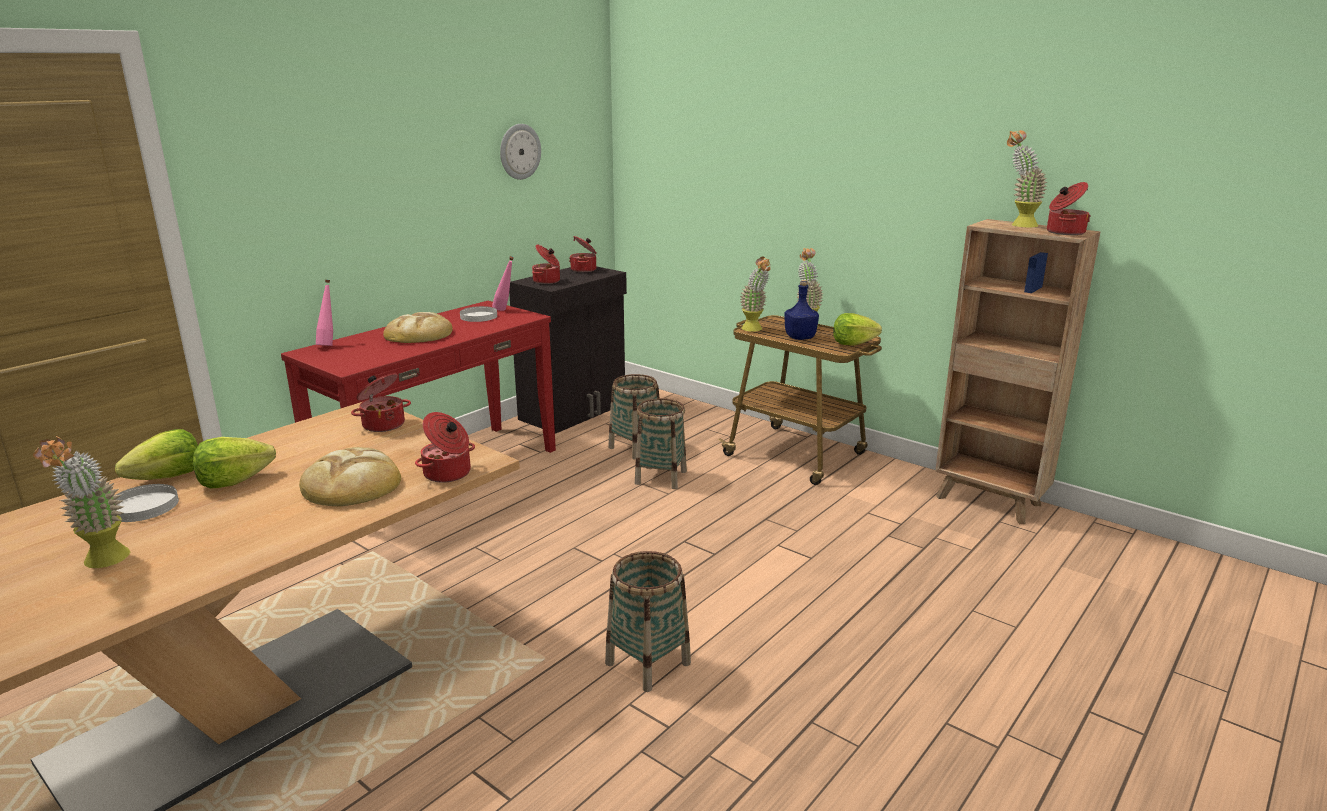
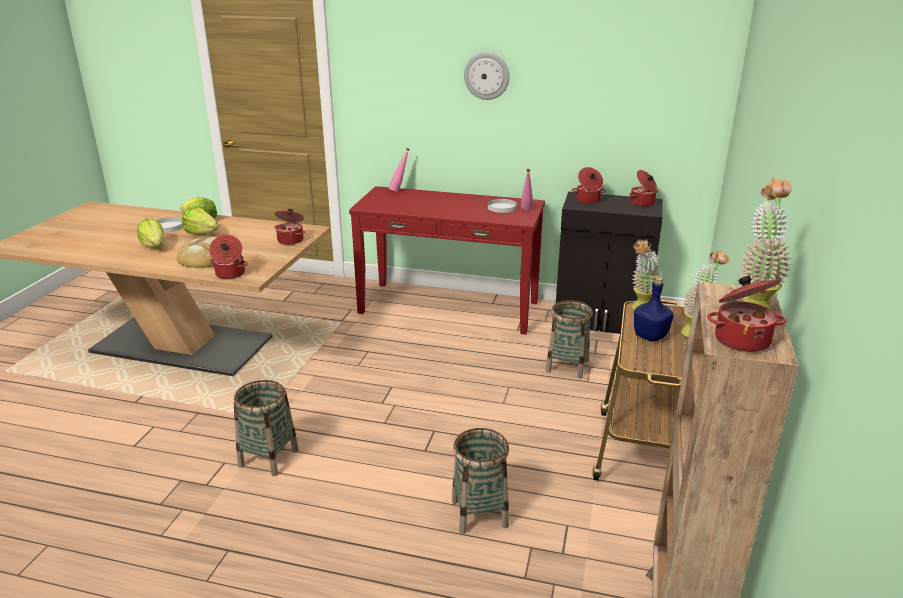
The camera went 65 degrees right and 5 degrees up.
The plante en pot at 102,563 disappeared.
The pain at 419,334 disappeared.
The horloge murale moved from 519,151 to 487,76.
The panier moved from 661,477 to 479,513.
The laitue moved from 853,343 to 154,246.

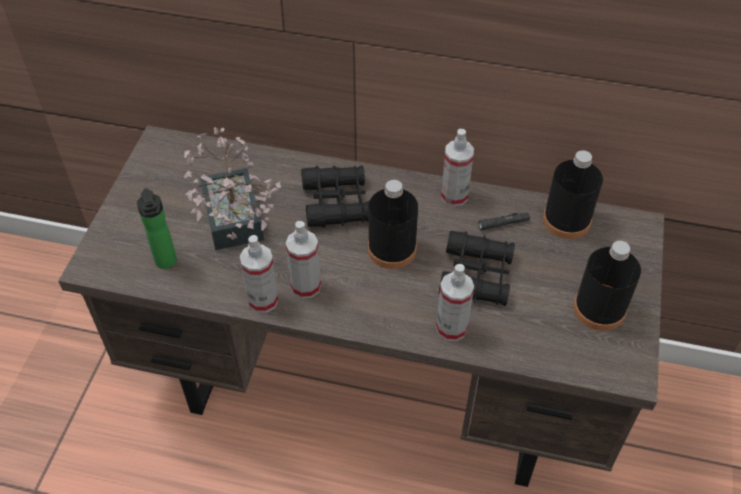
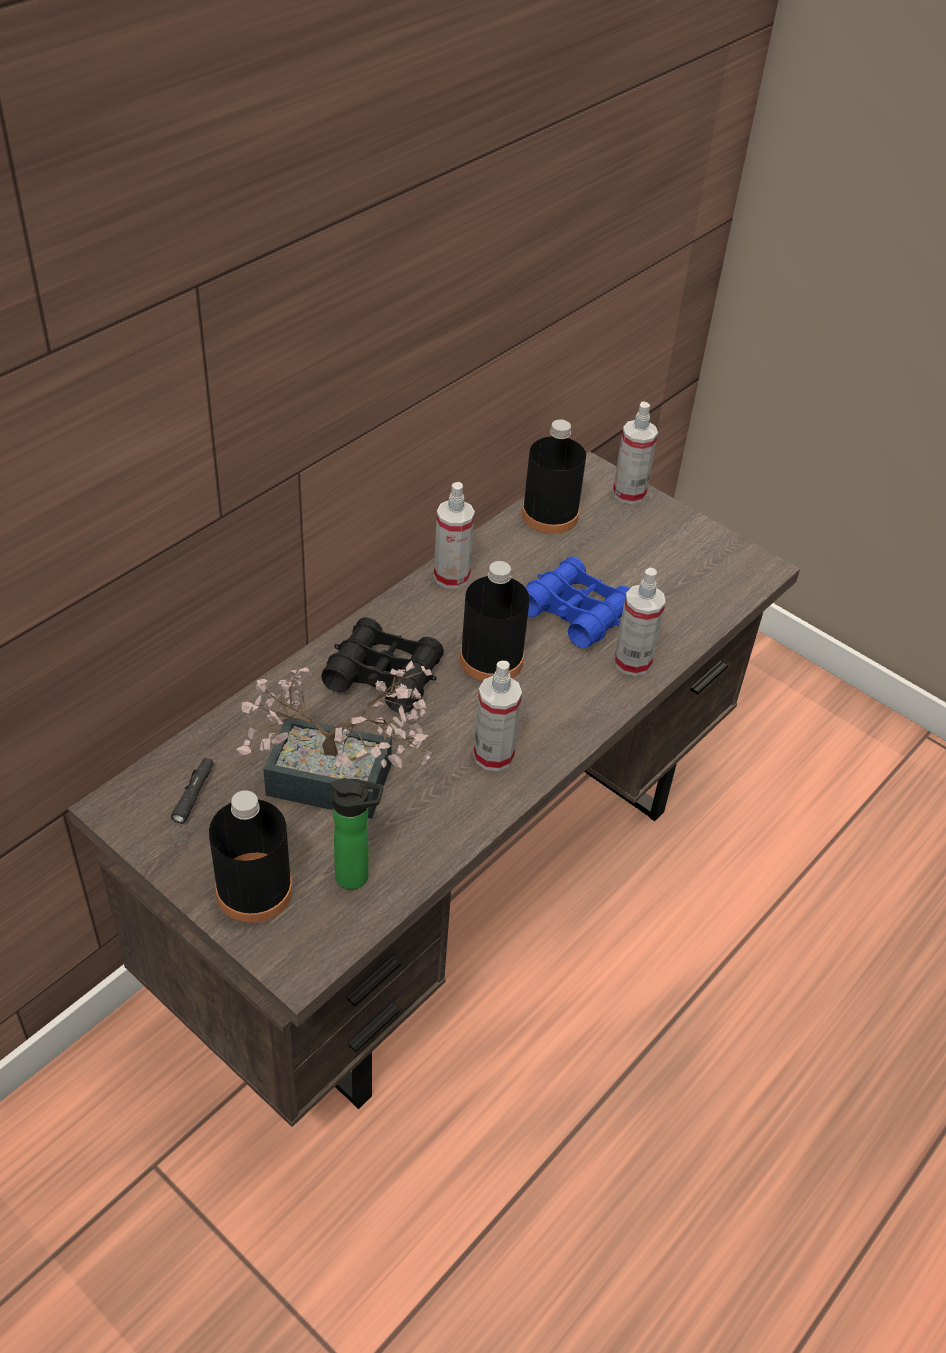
The camera went 65 degrees left and 5 degrees down.
The vaporisateur moved from 263,300 to 629,493.
The jumelles (noir) at 476,275 became the jumelles (bleu) at 575,612.
The lampe de poche (noir) moved from 503,224 to 193,794.
The bouteille (noir) moved from 599,309 to 254,890.

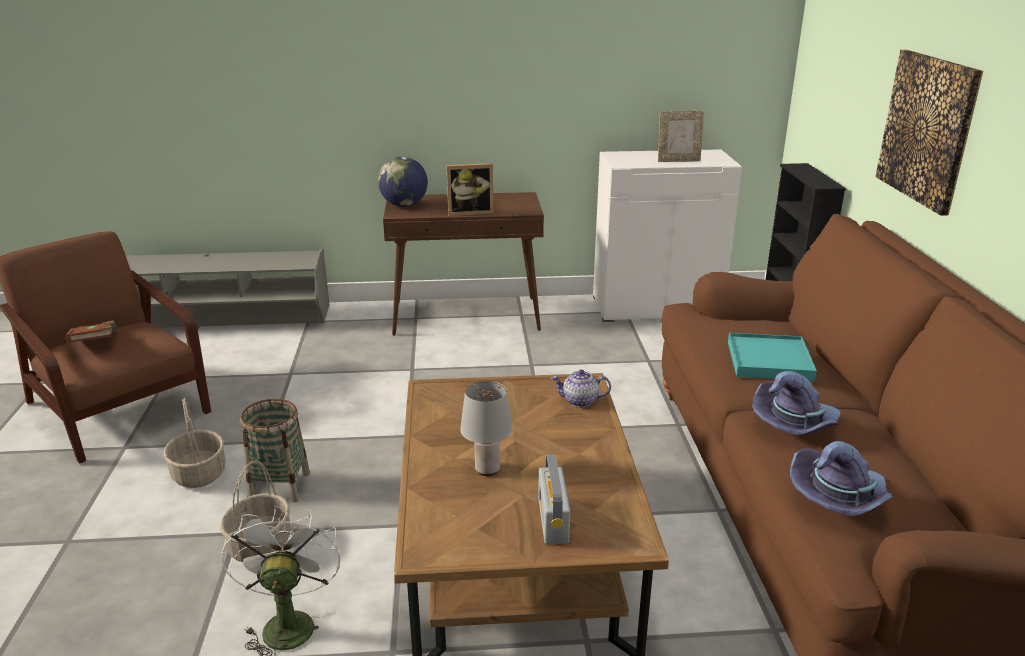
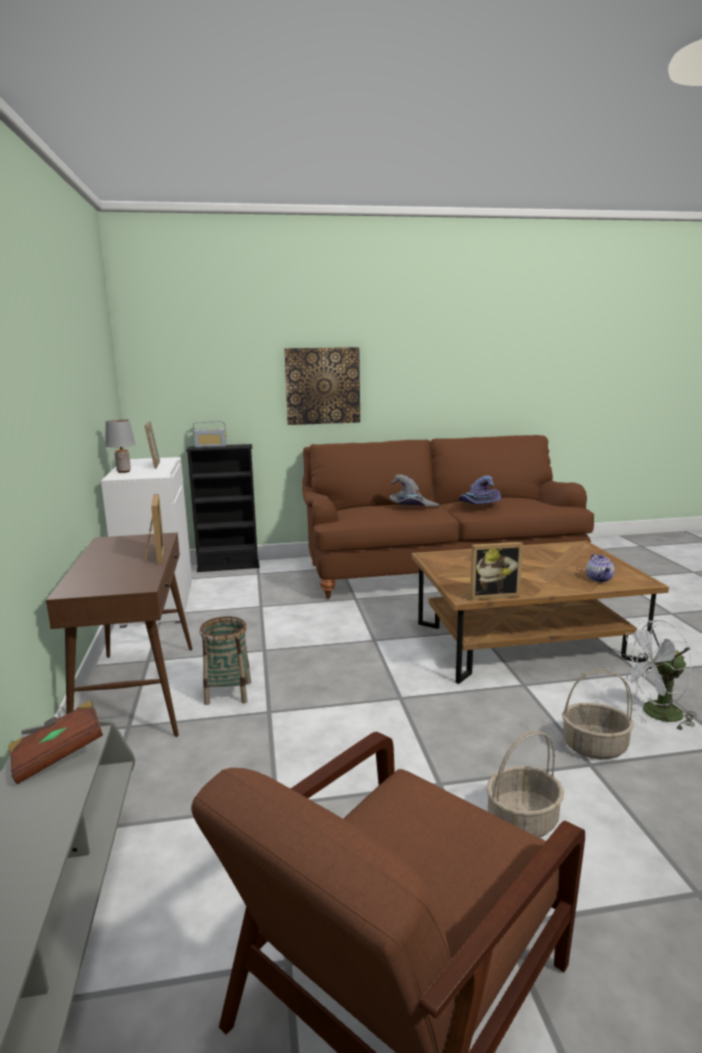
The camera went 95 degrees left and 10 degrees down.
The livre (marron) moved from 95,344 to 58,756.
The panier moved from 279,486 to 228,693.
The globe at 404,205 disappeared.
The lampe de table (gris) moved from 486,470 to 124,471.
The radio moved from 553,521 to 210,446.
The théière moved from 579,401 to 599,579.
The plateau (turquoise) at 769,361 was replaced by the chapeau (gris) at 411,506.
The chapeau (violet) at 839,497 disappeared.
The cadre photo at 492,595 appeared.

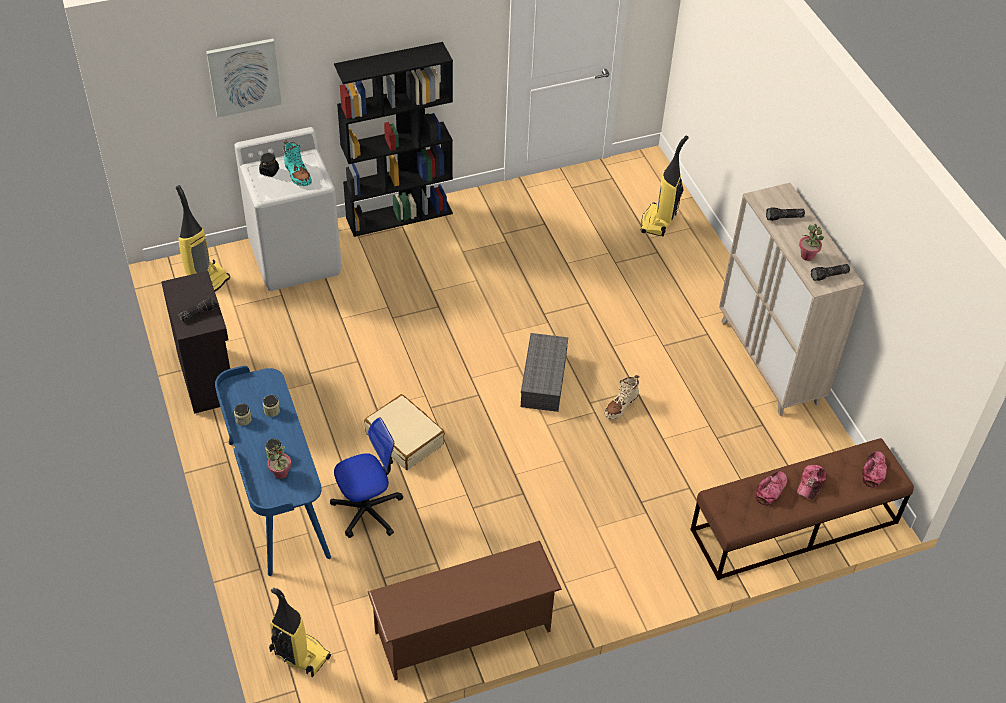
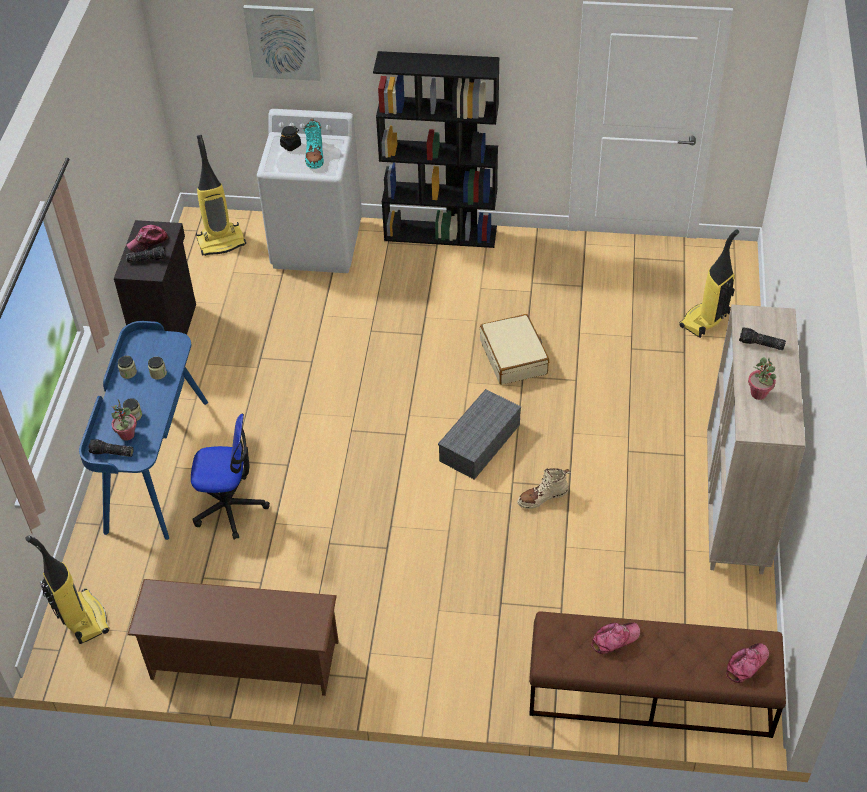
The camera went 30 degrees right and 0 degrees up.
The valise (beige) moved from 405,438 to 514,357.
The casquette moved from 811,483 to 148,242.
The lampe de poche moved from 829,276 to 111,453.

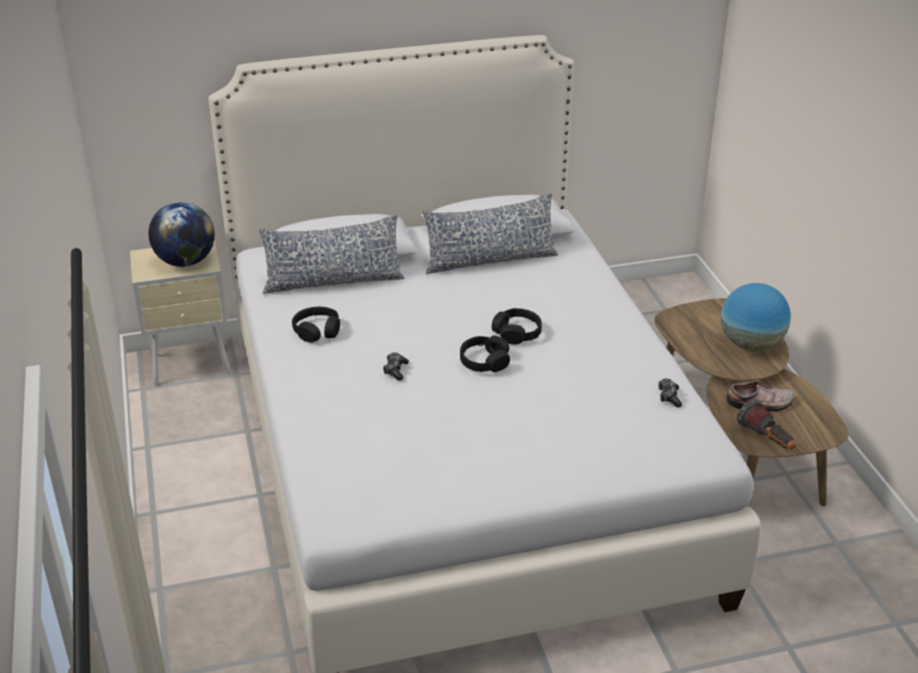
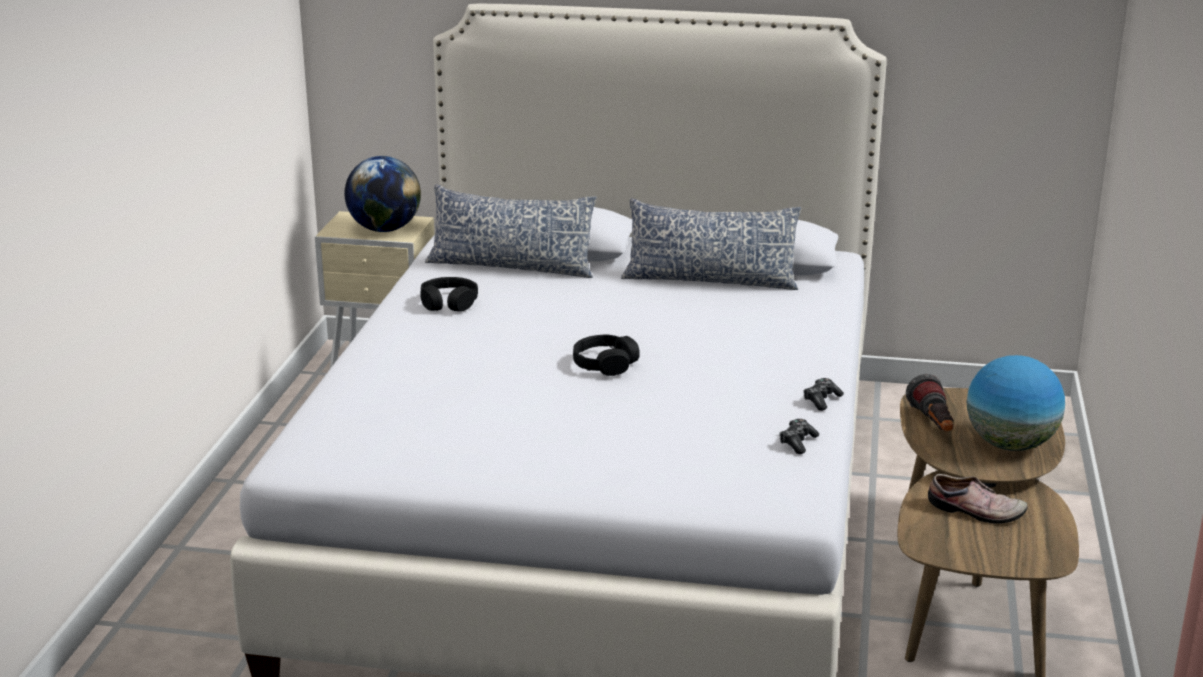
The camera went 25 degrees right and 10 degrees down.
The manette moved from 395,370 to 821,400.
The casque audio (noir) at 517,333 disappeared.
The lampe de poche moved from 767,440 to 933,425.

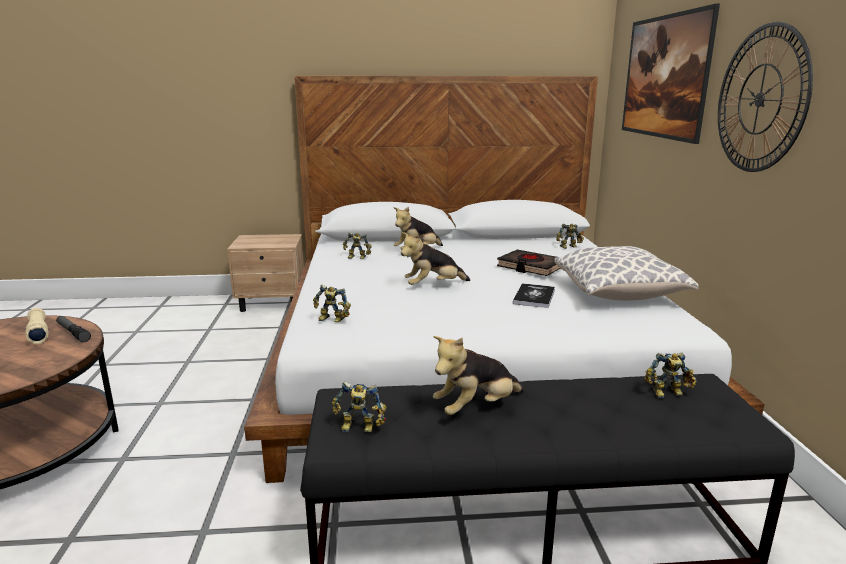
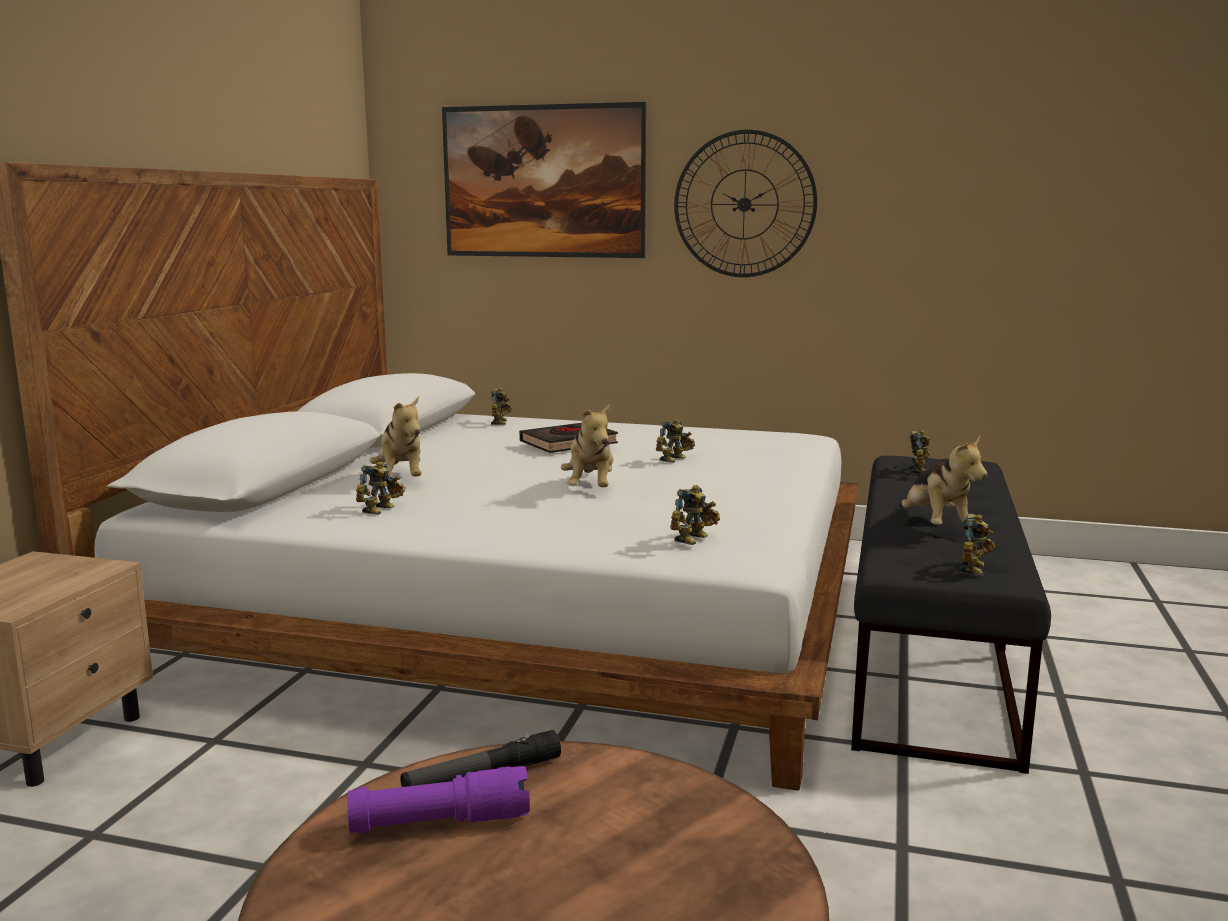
The camera went 70 degrees left and 5 degrees down.
The lampe de poche (beige) at 38,333 became the lampe de poche (violet) at 440,823.
The livre at 534,297 was replaced by the robot jouet at 675,459.
The coussin at 618,294 disappeared.

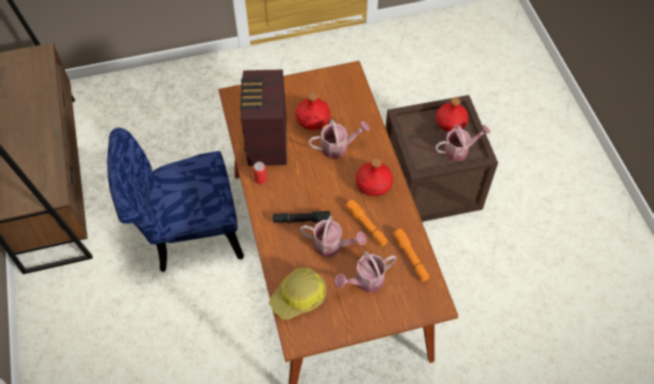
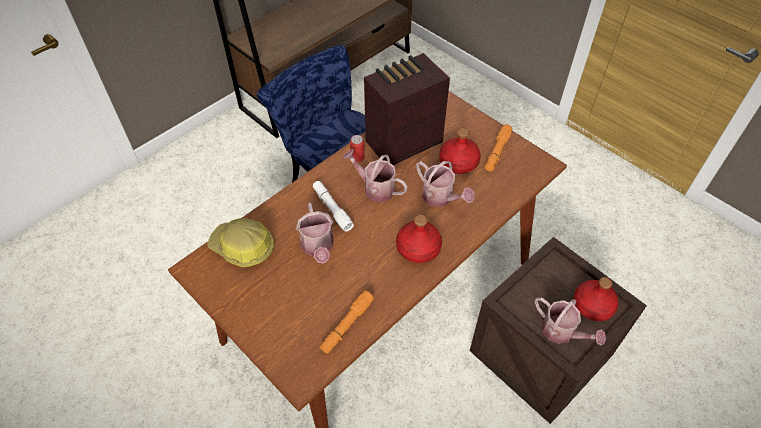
The camera went 60 degrees right and 5 degrees down.
The lampe de poche (noir) at 301,220 became the lampe de poche (blanc) at 332,209.
The arrosoir moved from 365,281 to 375,188.
The lampe de poche (orange) moved from 366,226 to 497,152.

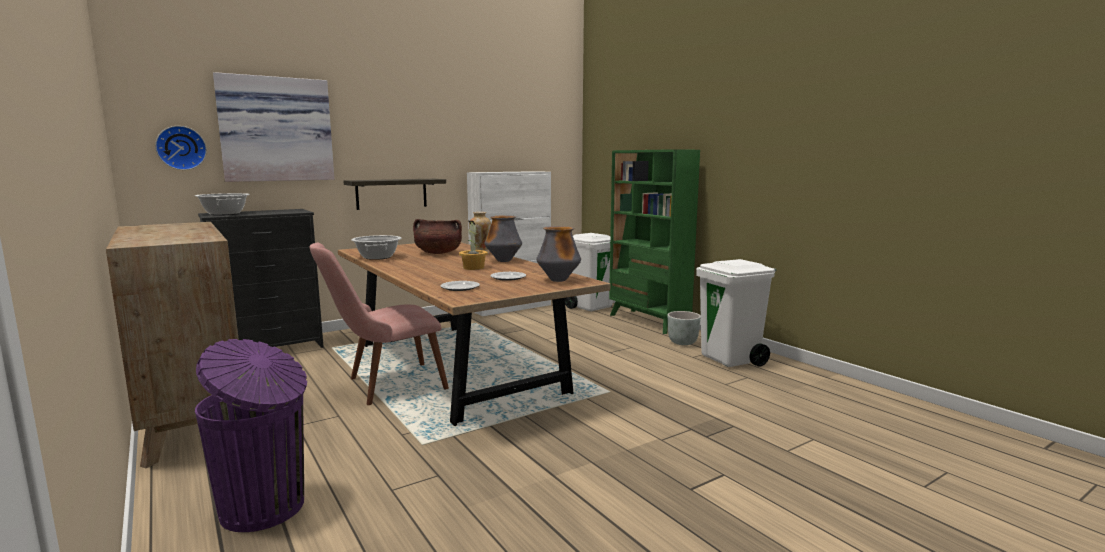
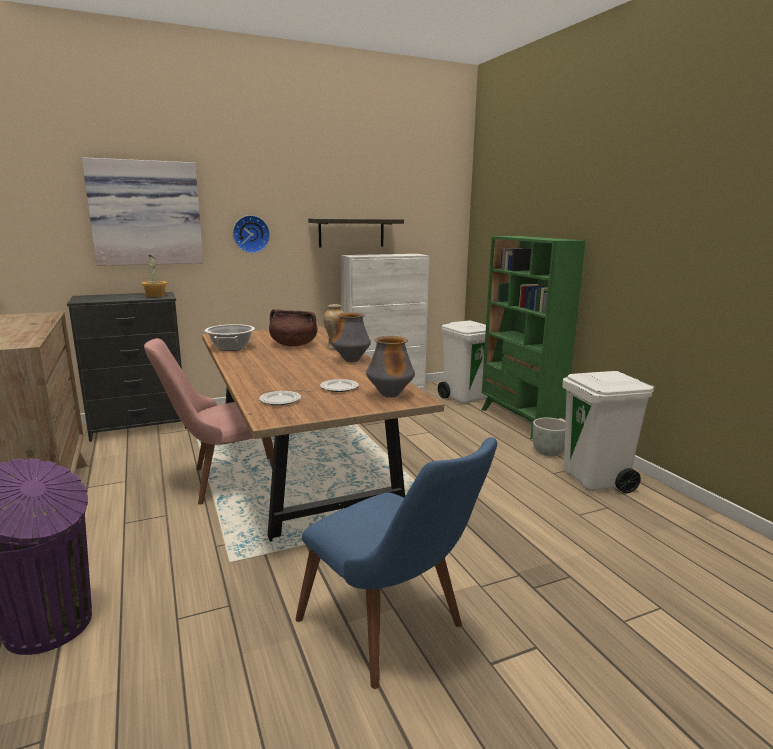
The camera went 10 degrees right and 5 degrees up.
The horloge murale moved from 181,148 to 250,234.
The marmite at 225,214 disappeared.
The étagère moved from 391,193 to 351,232.
The plante en pot moved from 473,268 to 155,296.
The chaise (bleu) at 394,632 appeared.

